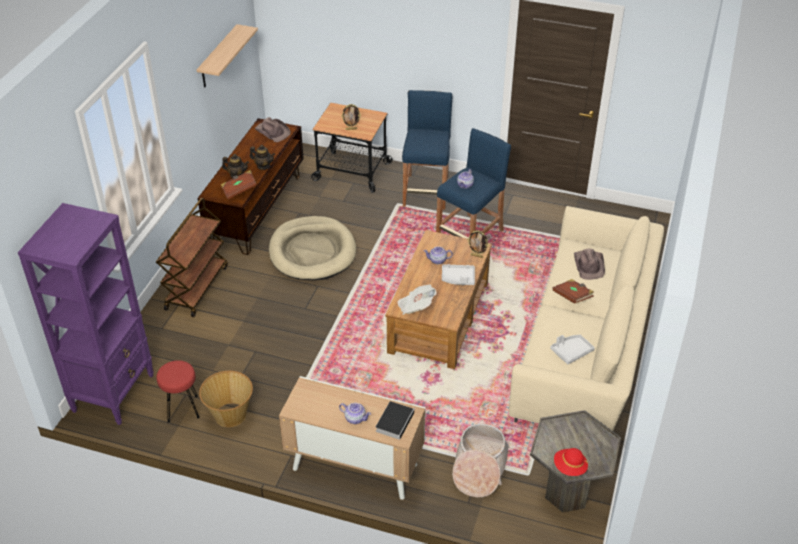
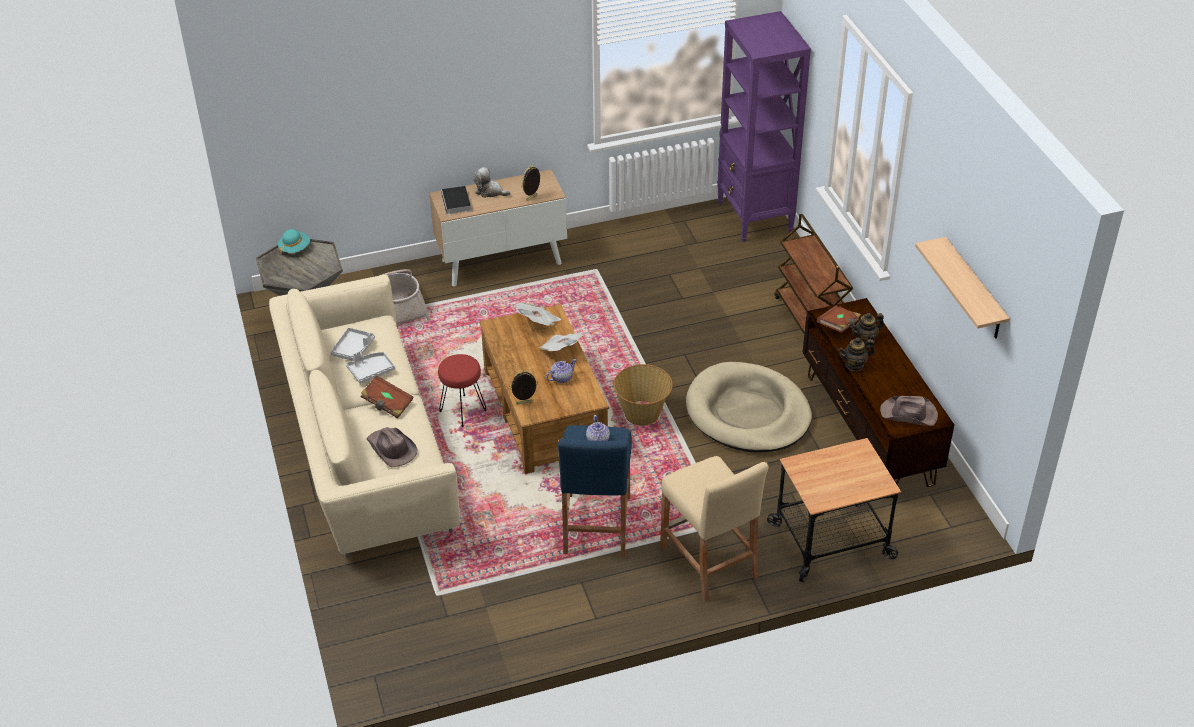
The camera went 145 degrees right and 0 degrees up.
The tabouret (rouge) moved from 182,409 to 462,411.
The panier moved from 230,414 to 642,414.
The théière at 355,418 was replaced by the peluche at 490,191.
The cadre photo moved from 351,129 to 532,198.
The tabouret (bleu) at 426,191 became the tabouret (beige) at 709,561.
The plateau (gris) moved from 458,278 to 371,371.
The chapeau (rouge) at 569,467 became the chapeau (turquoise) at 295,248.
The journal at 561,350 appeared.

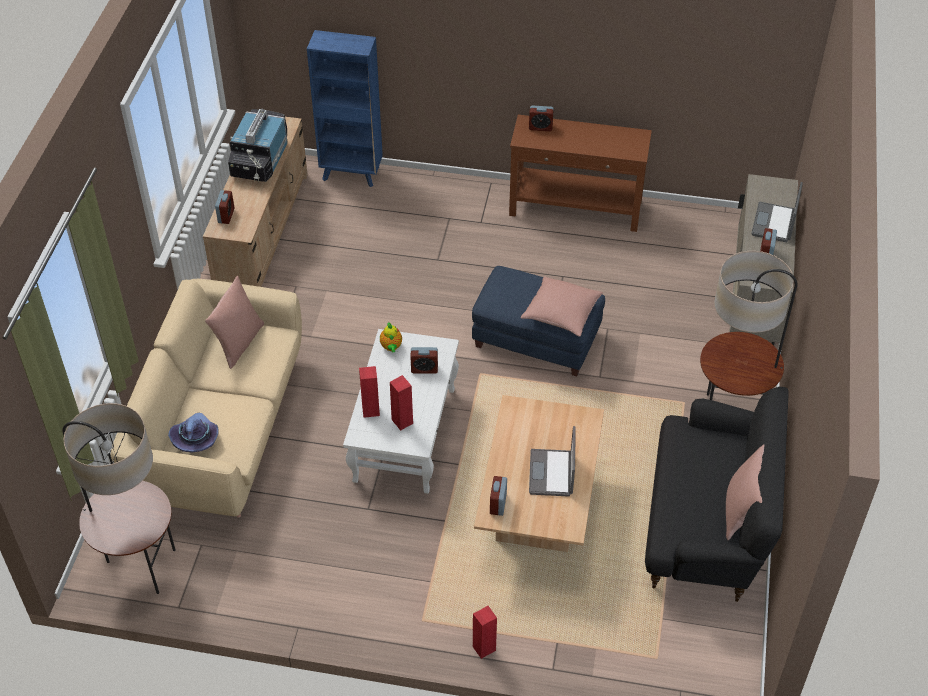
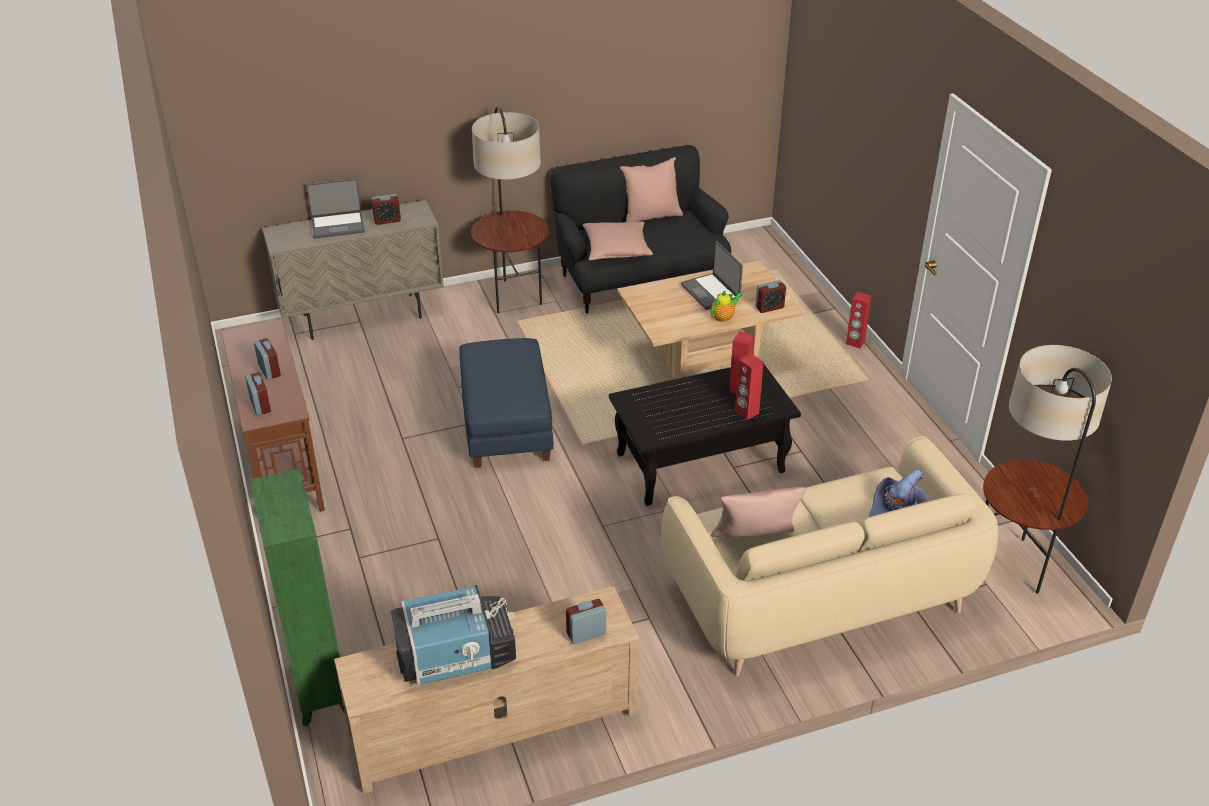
The camera went 120 degrees left and 10 degrees down.
The bibliothèque (bleu) at 352,174 became the bibliothèque (vert) at 321,688.
The table basse (blanc) at 405,434 became the table basse (noir) at 699,463.
The théière moved from 391,347 to 723,317.
The réveil moved from 424,369 to 269,370.
The coussin (rose) moved from 561,313 to 617,249.
The ordinateur portable at 552,473 turned 90 degrees clockwise.

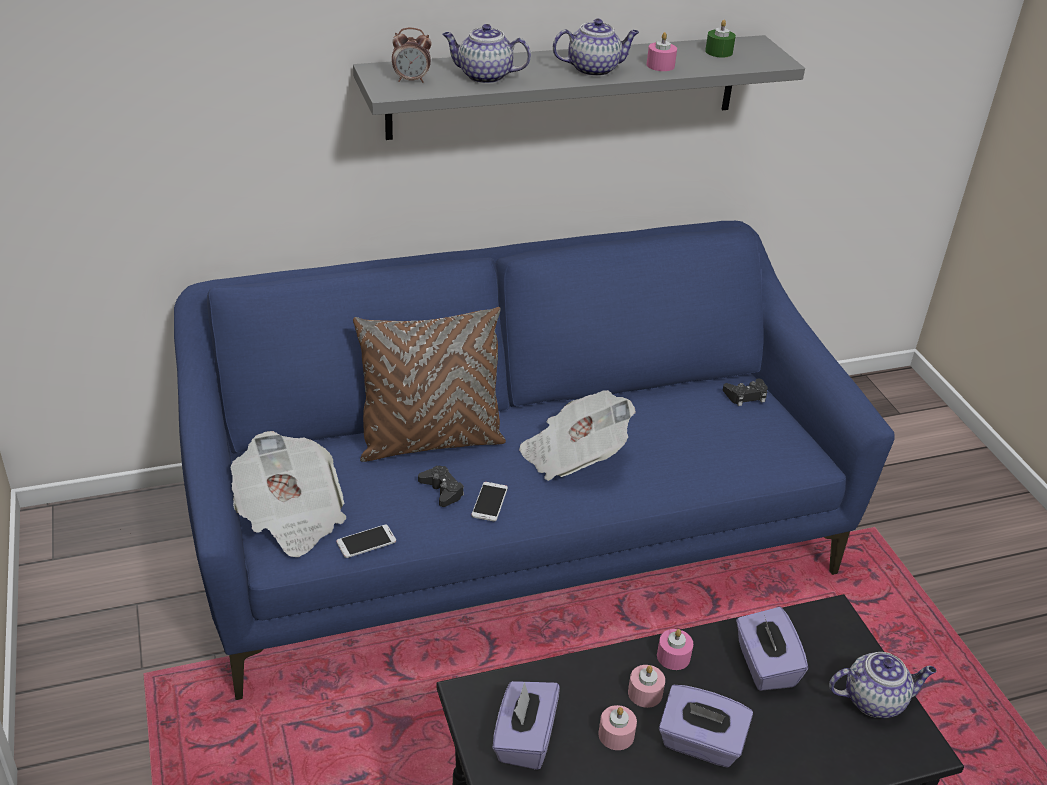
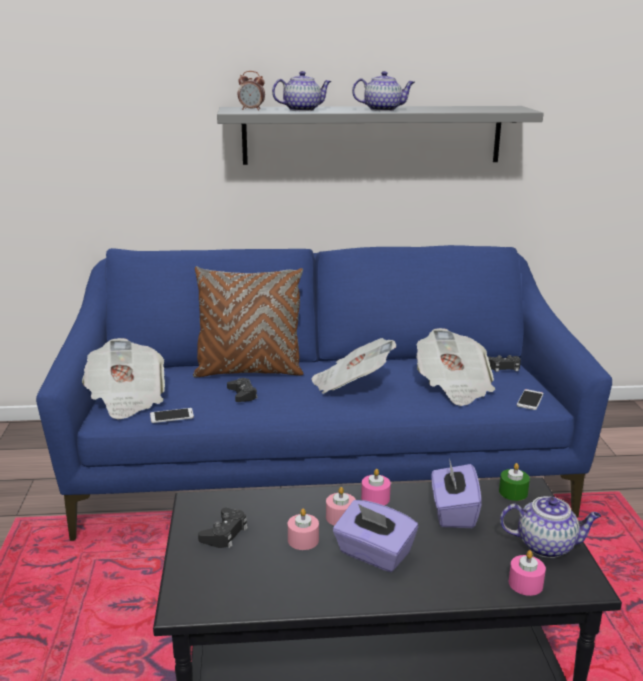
The camera went 15 degrees right and 15 degrees down.
The théière at 483,77 turned 135 degrees clockwise.
The téléphone moved from 489,502 to 530,400.
The boîte à mouchoirs (violet) at 524,739 was replaced by the manette (noir) at 225,533.
The bougie (rose) moved from 660,65 to 525,584.
The bougie (vert) moved from 719,52 to 513,492.
The journal at 453,387 appeared.

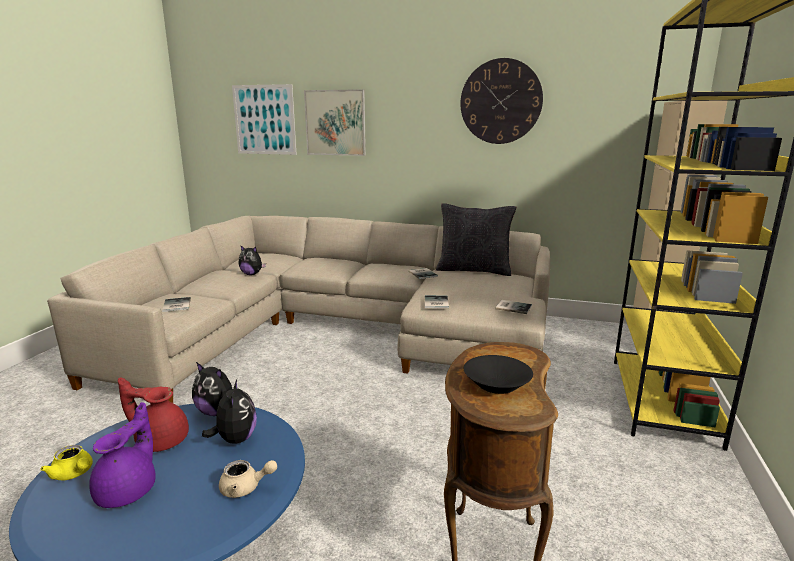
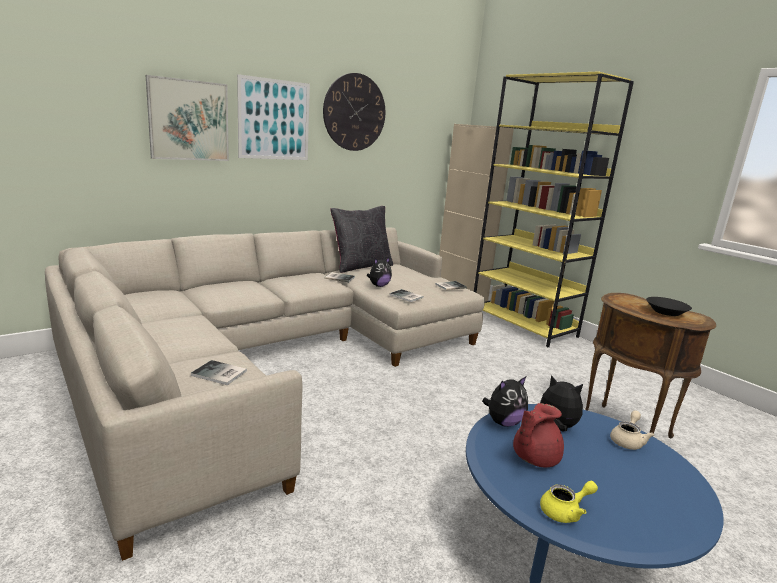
The camera went 55 degrees left and 0 degrees up.
The théière (violet) at 129,490 disappeared.
The tableau moved from 264,120 to 274,120.
The peluche moved from 252,274 to 378,286.

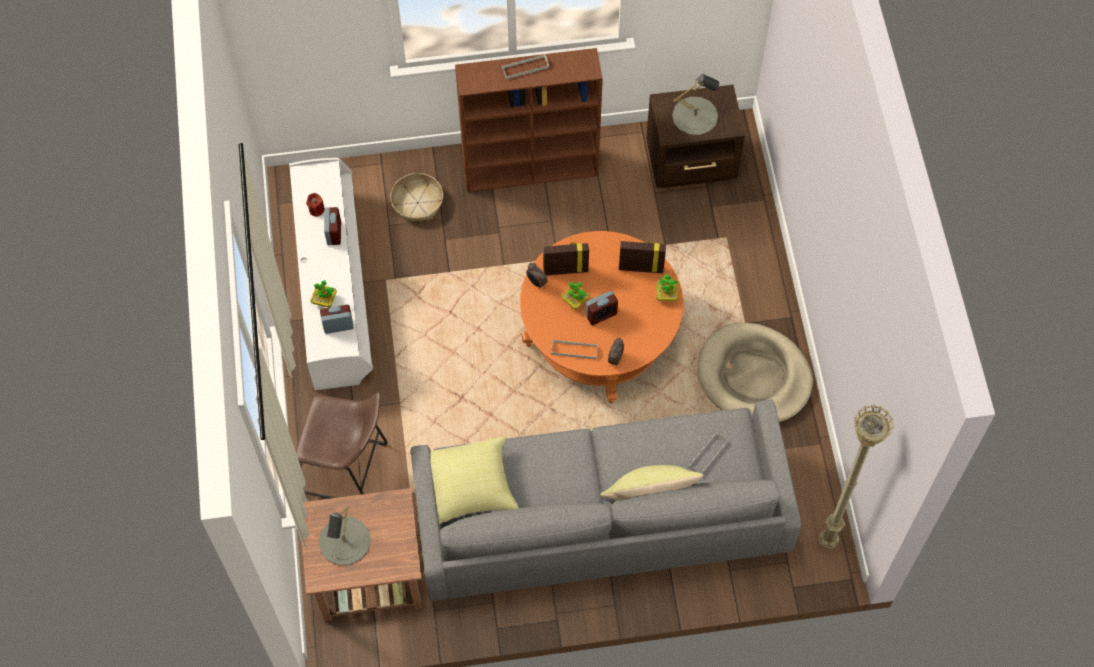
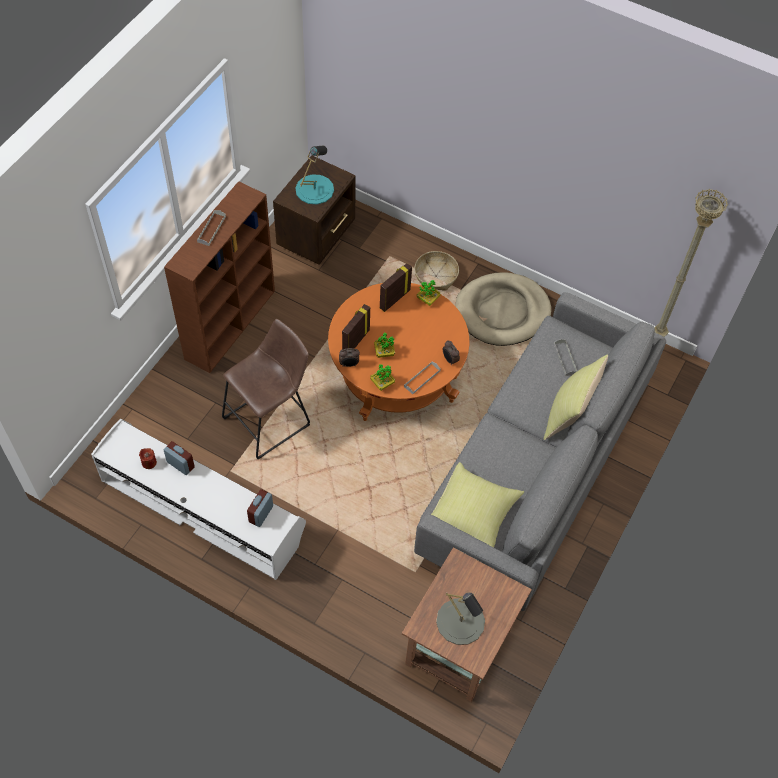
The camera went 55 degrees left and 5 degrees down.
The tabouret (marron) moved from 347,470 to 271,419.
The plante en pot moved from 324,300 to 382,383.
The panier moved from 417,202 to 435,275.
The réveil at 601,315 disappeared.
The lampe de table (gris) at 695,116 became the lampe de table (turquoise) at 314,189.

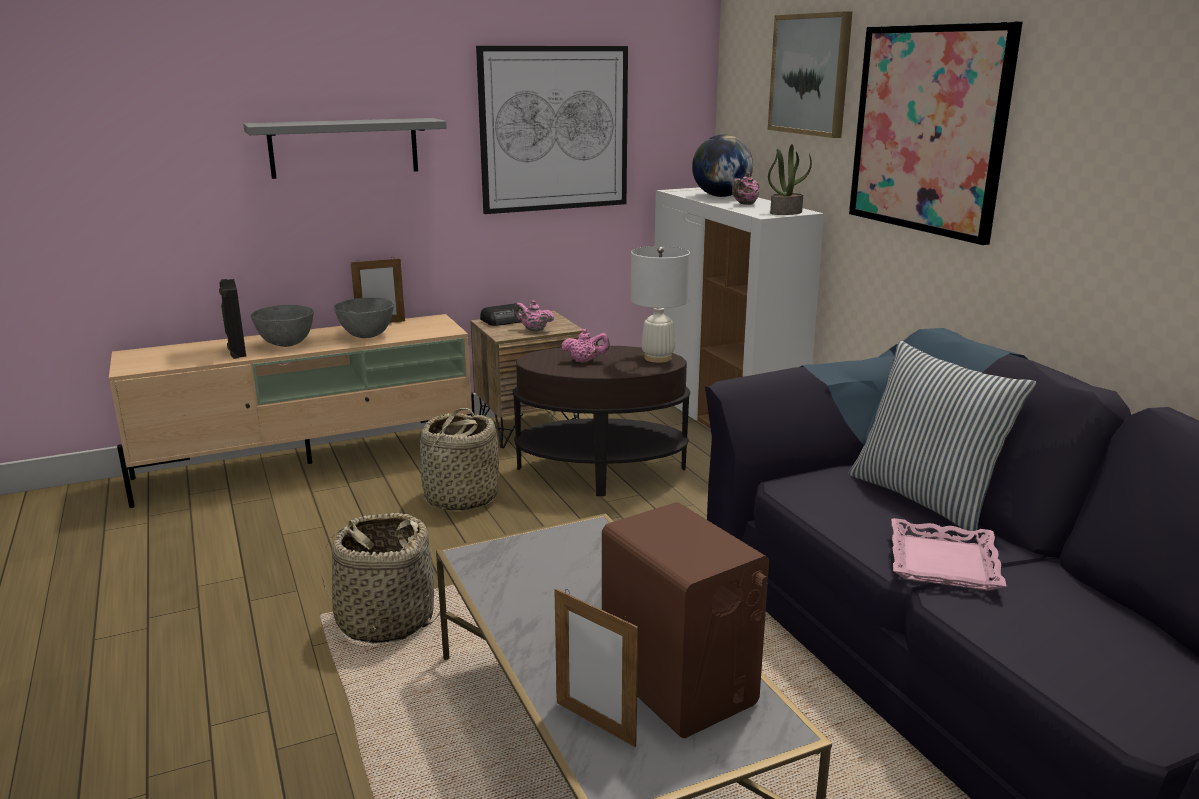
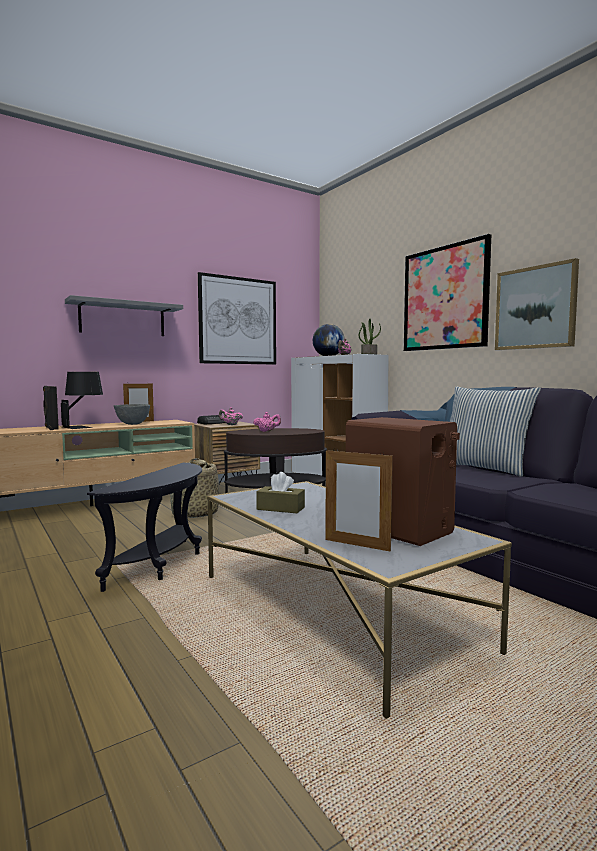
The camera went 10 degrees left and 15 degrees down.
The bol (gris) at 287,344 was replaced by the lampe de table (noir) at 83,426.
The panier at 385,620 was replaced by the table d'appoint (noir) at 163,564.
The lampe de table (blanc) at 658,358 disappeared.
The tableau moved from 810,74 to 535,308.
The plateau (rose) at 942,562 disappeared.
The boîte à mouchoirs (marron) at 280,508 appeared.

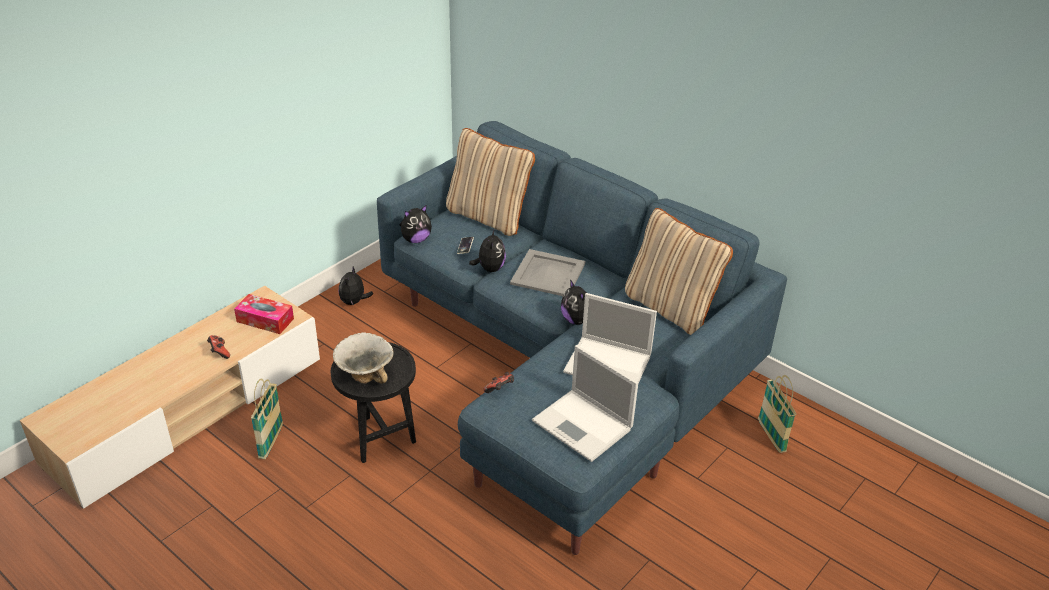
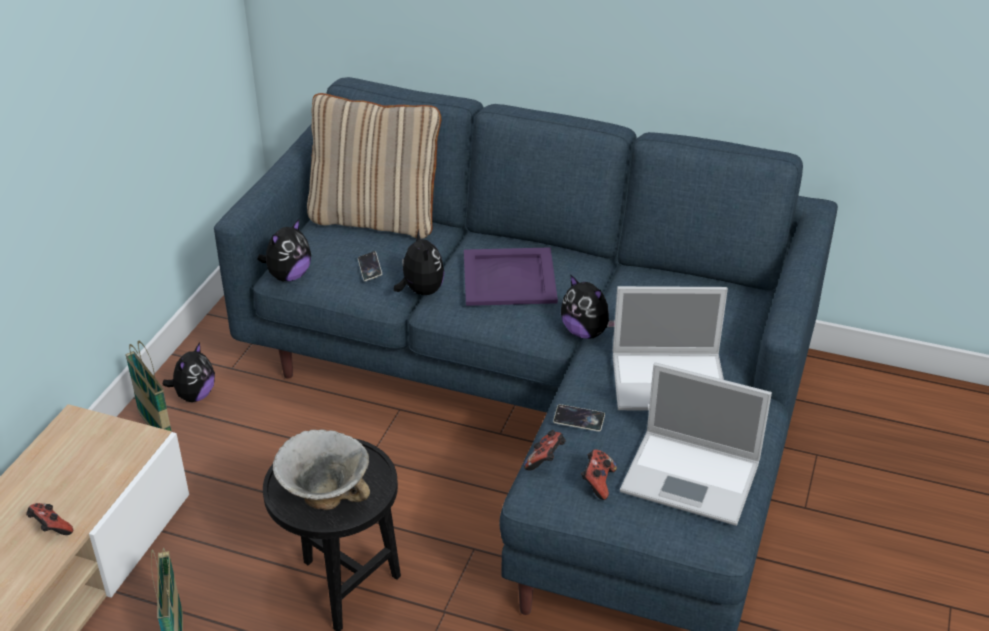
The camera went 20 degrees left and 0 degrees up.
The boîte à mouchoirs at 265,320 disappeared.
The peluche at 354,302 turned 150 degrees counterclockwise.
The plateau (gris) at 547,274 became the plateau (violet) at 508,278.
The coussin (beige) at 671,308 disappeared.
The panier moved from 771,436 to 156,429.
The téléphone at 579,420 appeared.
The manette at 597,483 appeared.

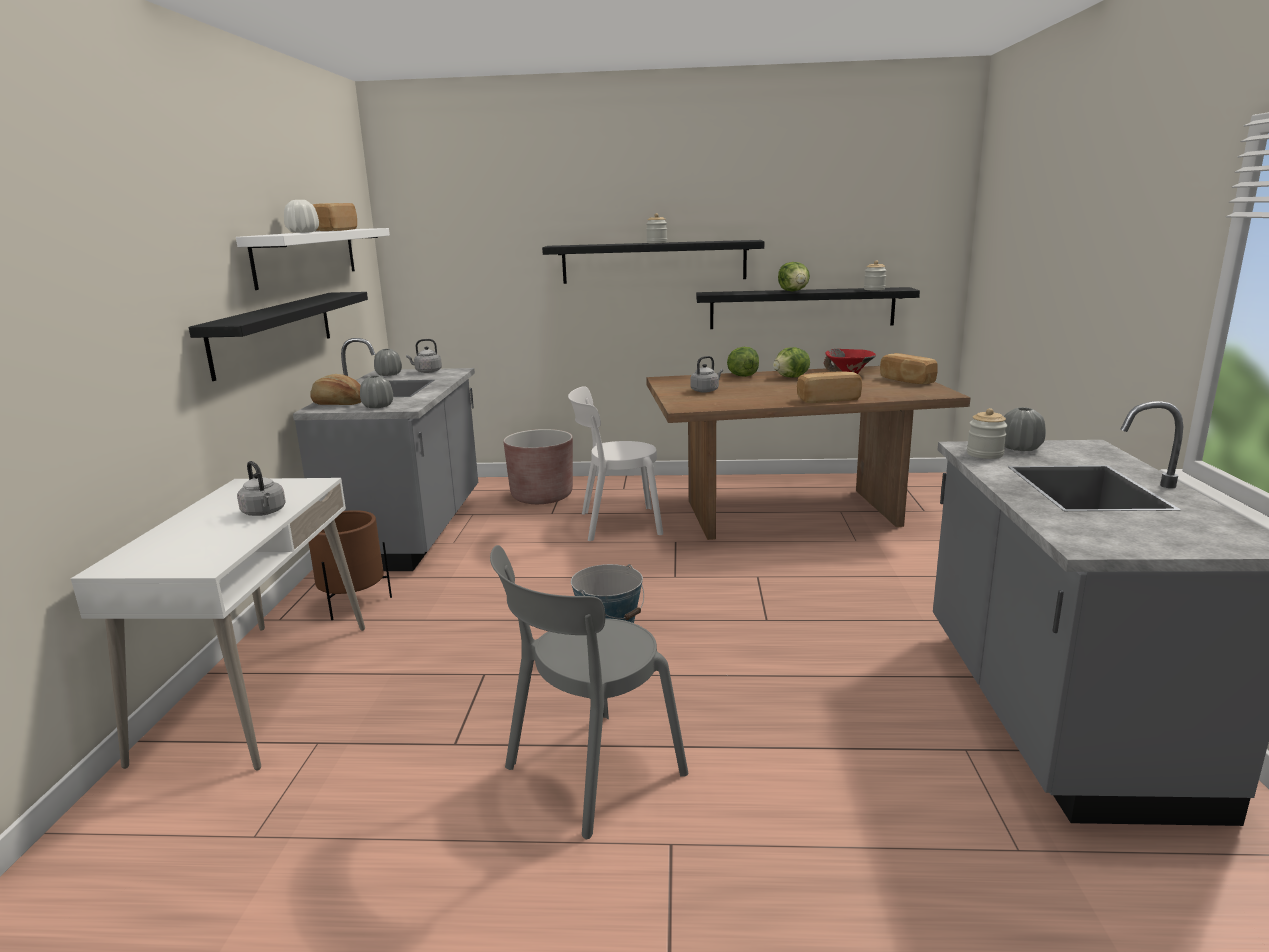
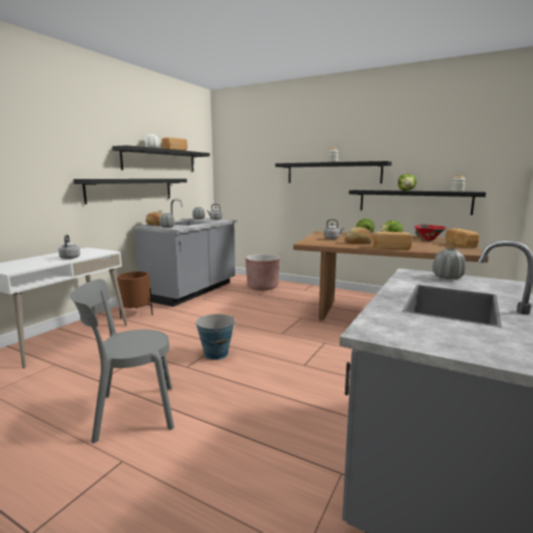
The camera went 25 degrees right and 5 degrees down.
The étagère (blanc) at 307,256 became the étagère (noir) at 160,160.
The chaise (blanc) at 615,524 disappeared.
The bocal at 985,454 disappeared.
The pain at 359,243 appeared.

